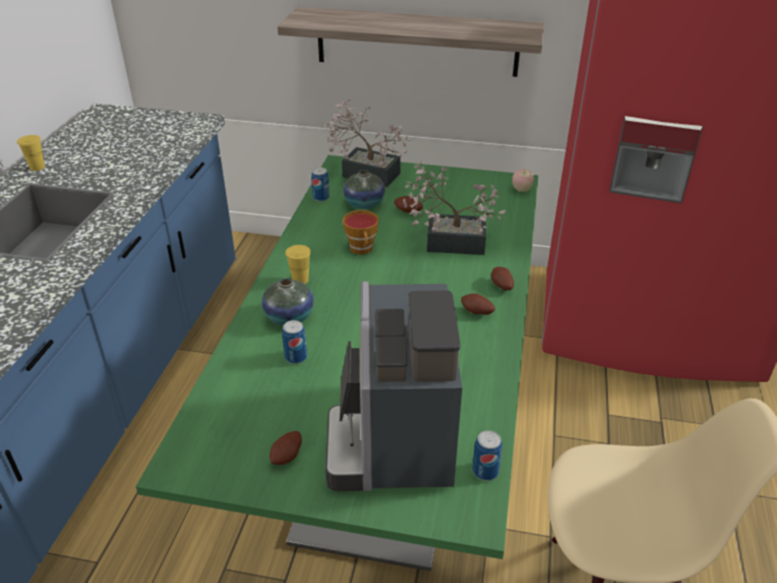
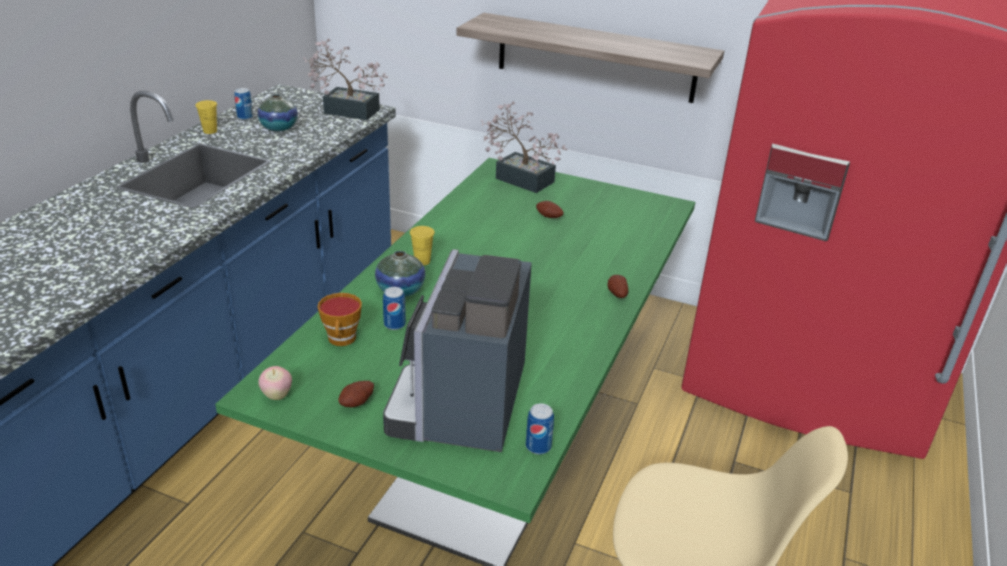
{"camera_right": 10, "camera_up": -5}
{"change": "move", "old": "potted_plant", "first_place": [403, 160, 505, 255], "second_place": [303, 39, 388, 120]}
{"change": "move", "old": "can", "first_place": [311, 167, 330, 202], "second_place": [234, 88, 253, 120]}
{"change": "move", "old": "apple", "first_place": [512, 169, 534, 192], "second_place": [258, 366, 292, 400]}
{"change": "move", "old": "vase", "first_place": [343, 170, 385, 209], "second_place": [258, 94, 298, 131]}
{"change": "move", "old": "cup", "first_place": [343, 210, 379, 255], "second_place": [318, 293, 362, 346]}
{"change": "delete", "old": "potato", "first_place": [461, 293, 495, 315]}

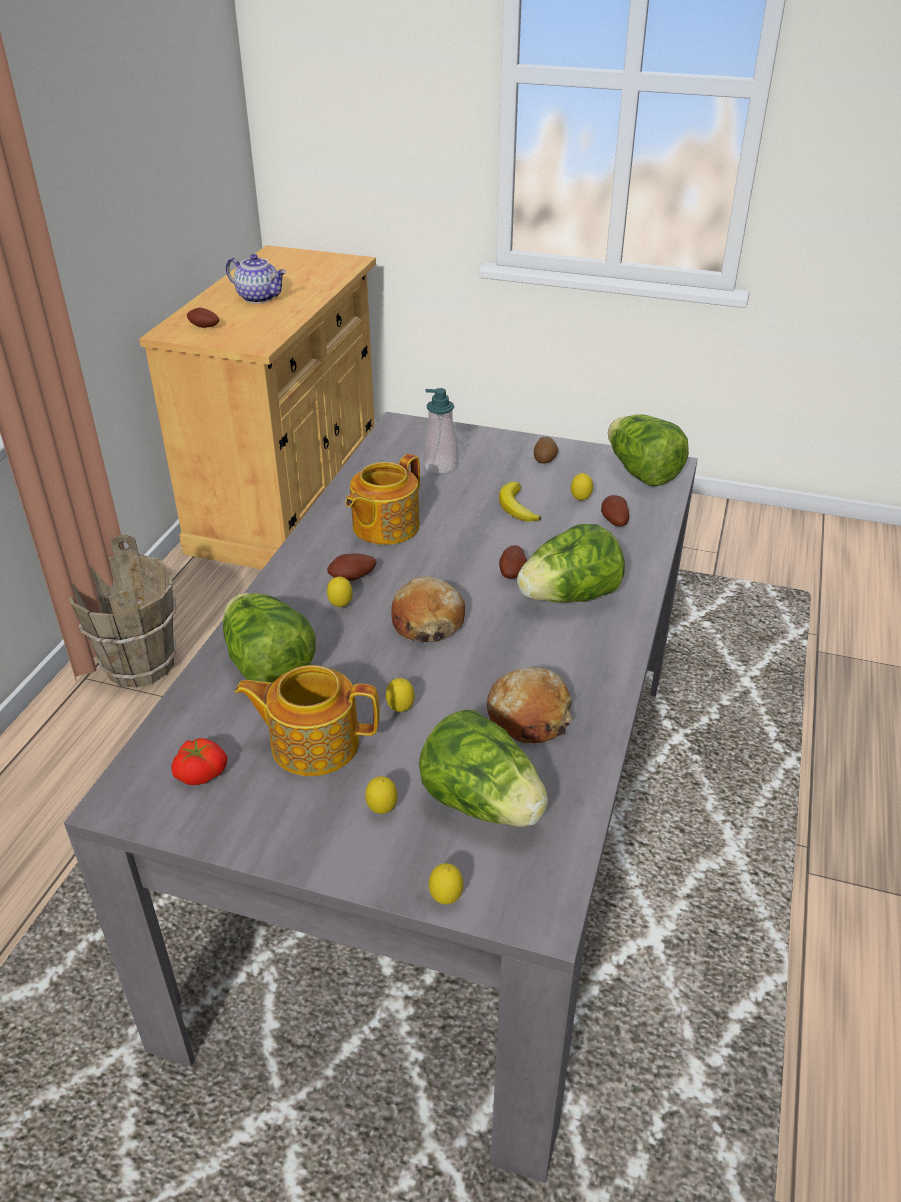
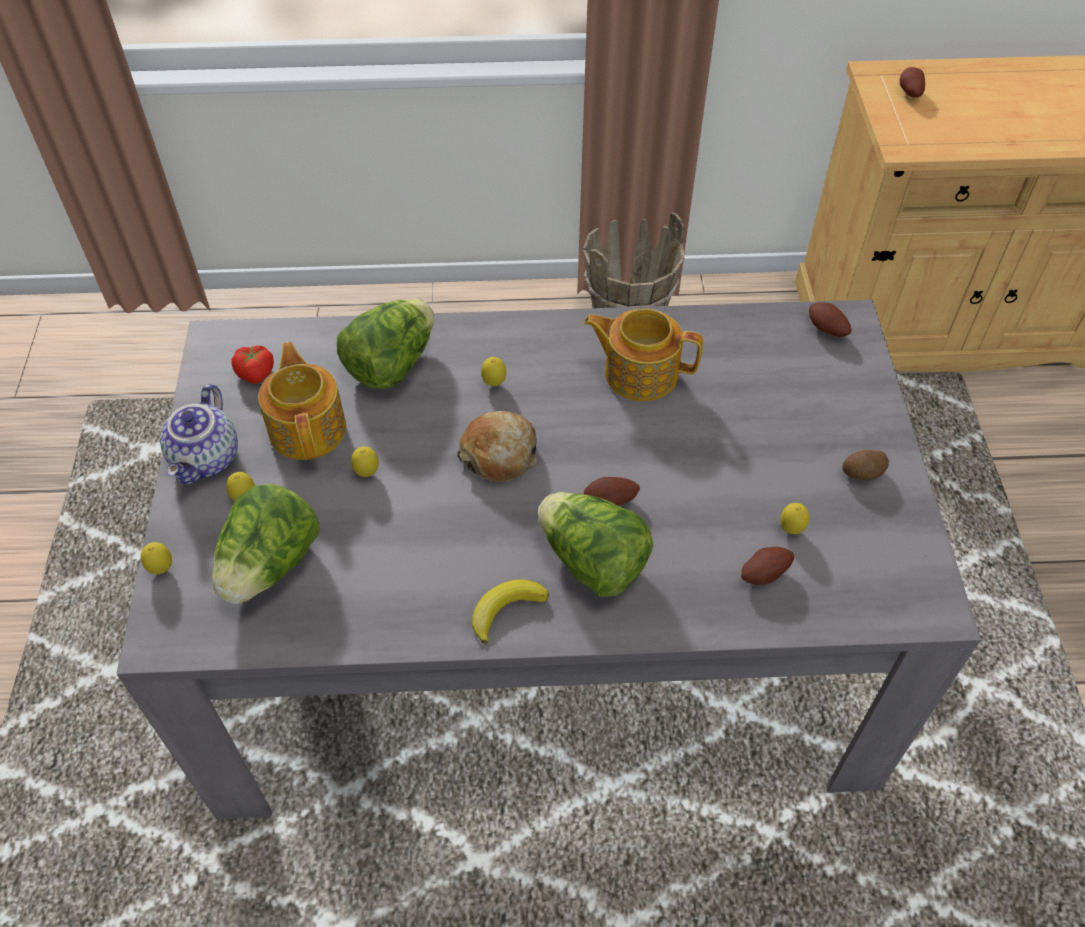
{"camera_right": 70, "camera_up": 15}
{"change": "move", "old": "teapot", "first_place": [226, 254, 286, 303], "second_place": [160, 384, 238, 485]}
{"change": "delete", "old": "soap_dispenser", "first_place": [423, 388, 458, 474]}
{"change": "delete", "old": "lettuce", "first_place": [608, 414, 689, 487]}
{"change": "move", "old": "banana", "first_place": [499, 482, 541, 521], "second_place": [472, 579, 549, 645]}
{"change": "move", "old": "potato", "first_place": [327, 553, 376, 581], "second_place": [809, 302, 852, 337]}
{"change": "delete", "old": "bread", "first_place": [487, 667, 572, 744]}

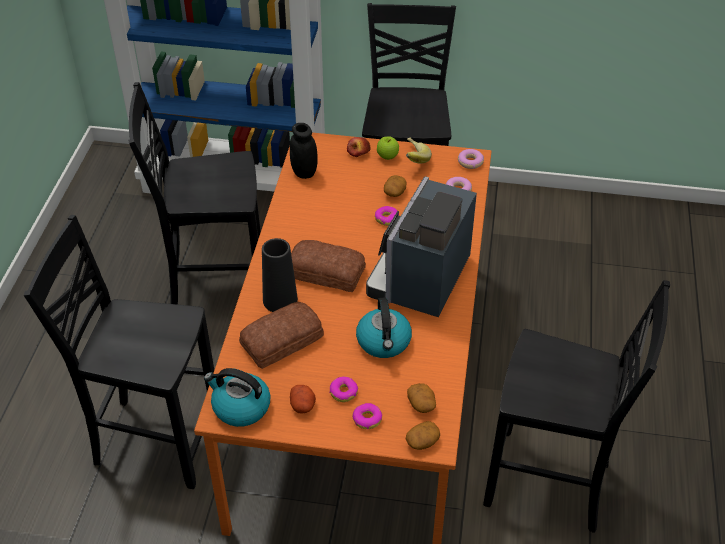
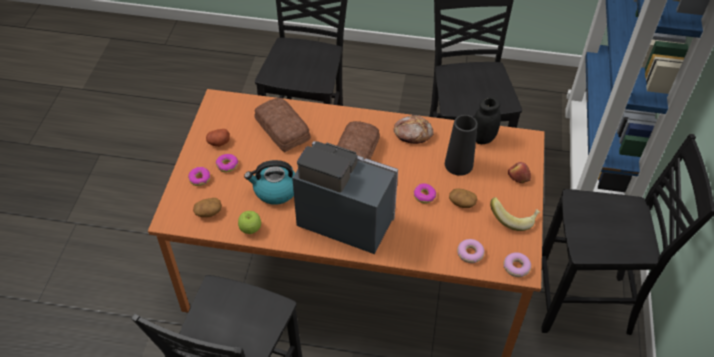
{"camera_right": 90, "camera_up": 5}
{"change": "move", "old": "apple", "first_place": [377, 136, 399, 160], "second_place": [238, 211, 261, 234]}
{"change": "move", "old": "black_vase", "first_place": [262, 238, 298, 312], "second_place": [445, 115, 478, 176]}
{"change": "delete", "old": "kettle", "first_place": [204, 368, 271, 427]}
{"change": "delete", "old": "potato", "first_place": [406, 421, 440, 450]}
{"change": "insert", "new": "bread", "second_place": [393, 115, 434, 144]}

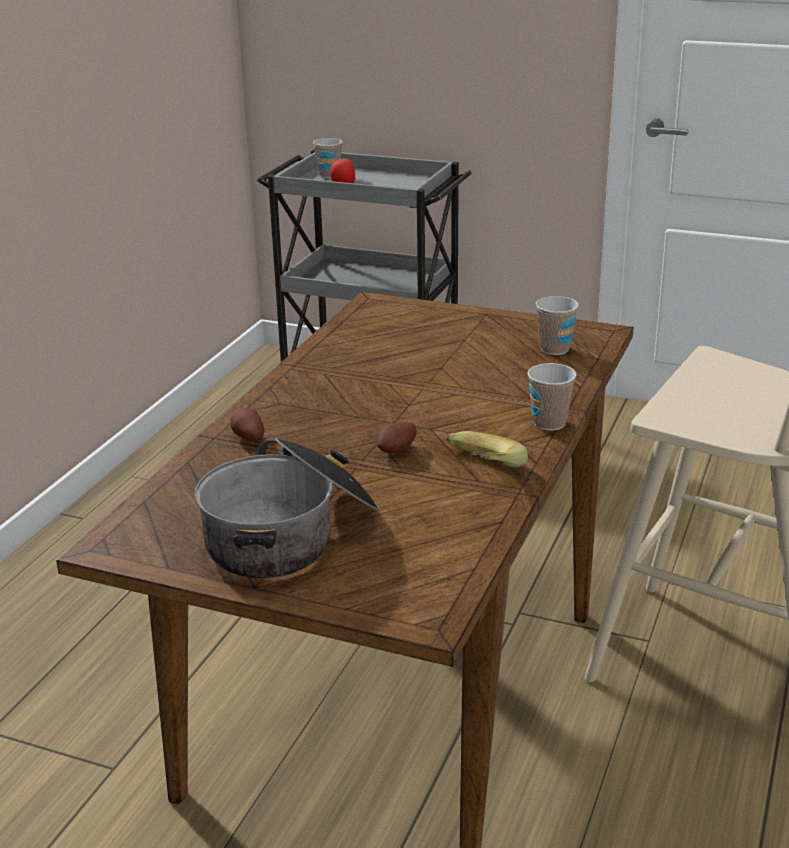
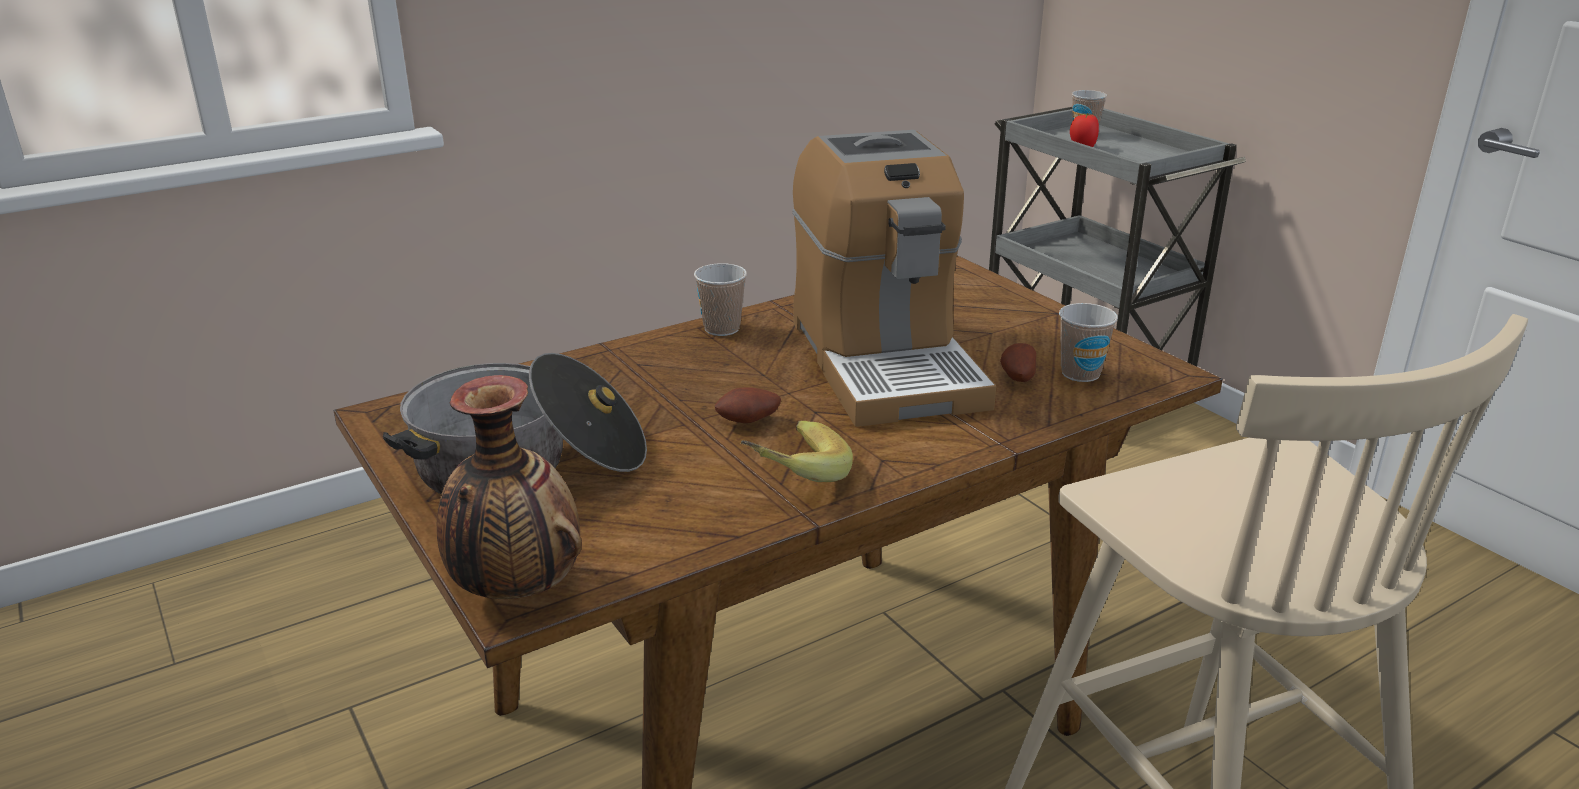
{"camera_right": 35, "camera_up": 0}
{"change": "move", "old": "cup", "first_place": [528, 363, 577, 431], "second_place": [694, 263, 747, 336]}
{"change": "move", "old": "potato", "first_place": [230, 408, 264, 441], "second_place": [1000, 343, 1036, 382]}
{"change": "insert", "new": "coffee_machine", "second_place": [792, 130, 996, 427]}
{"change": "insert", "new": "vase", "second_place": [437, 375, 582, 599]}

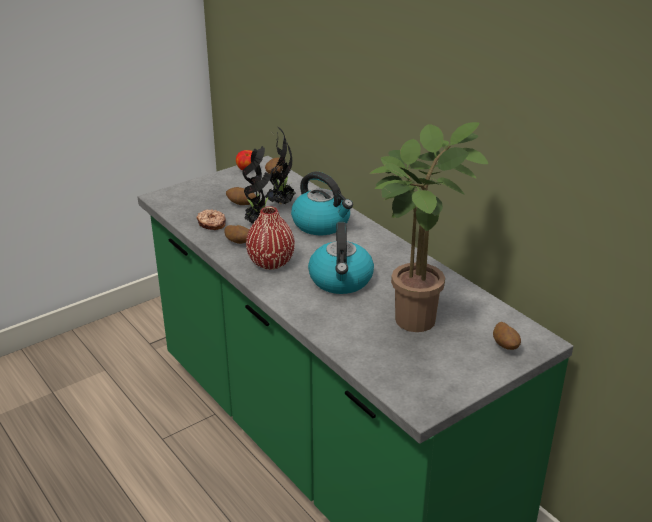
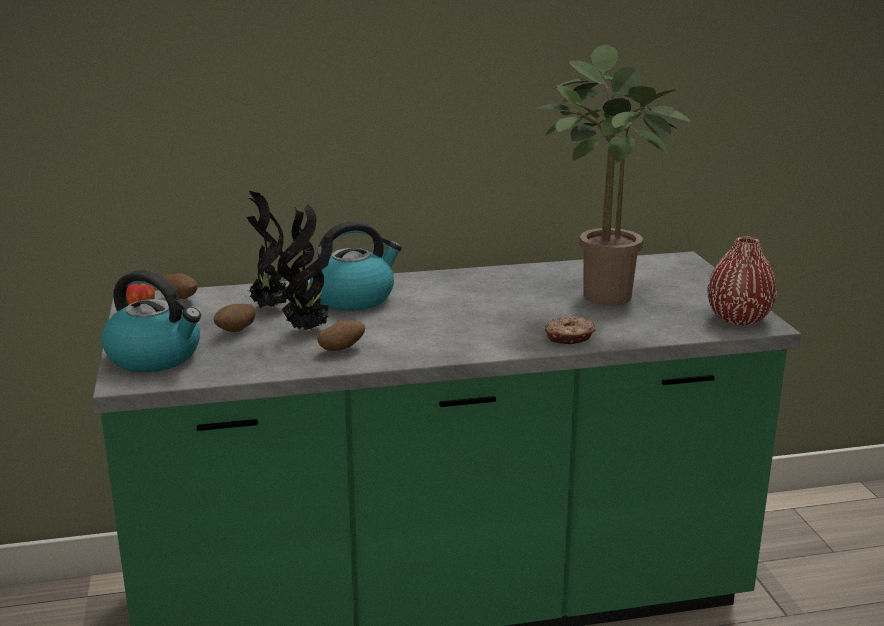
{"camera_right": -65, "camera_up": -10}
{"change": "move", "old": "red_vase", "first_place": [246, 206, 295, 270], "second_place": [707, 236, 777, 325]}
{"change": "move", "old": "donut", "first_place": [197, 209, 226, 230], "second_place": [545, 316, 596, 344]}
{"change": "move", "old": "kettle", "first_place": [308, 222, 374, 294], "second_place": [101, 270, 201, 372]}
{"change": "delete", "old": "potato", "first_place": [493, 322, 521, 350]}

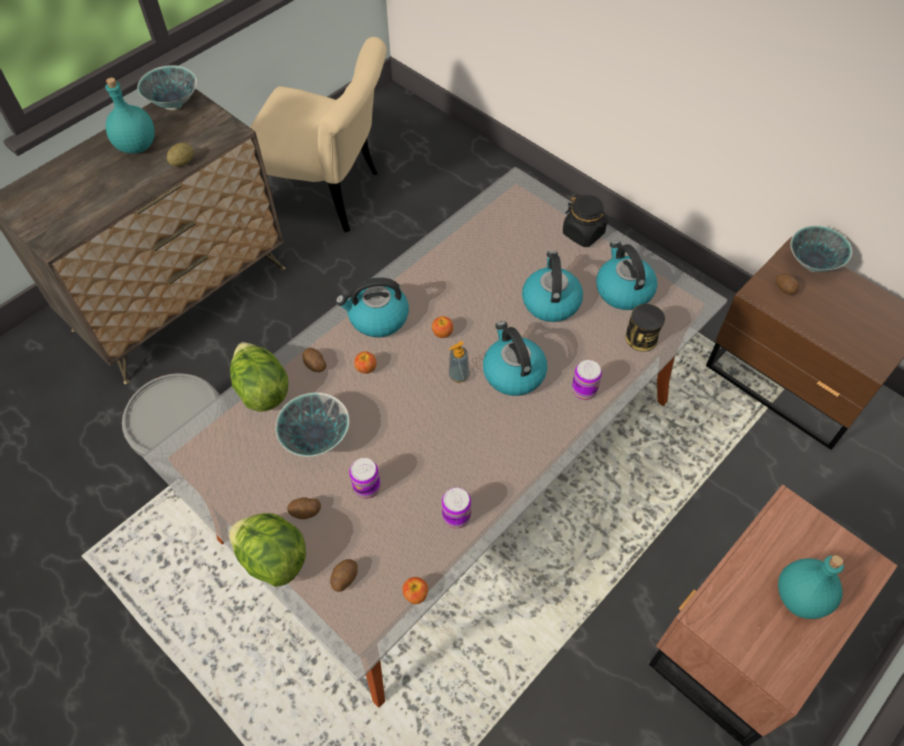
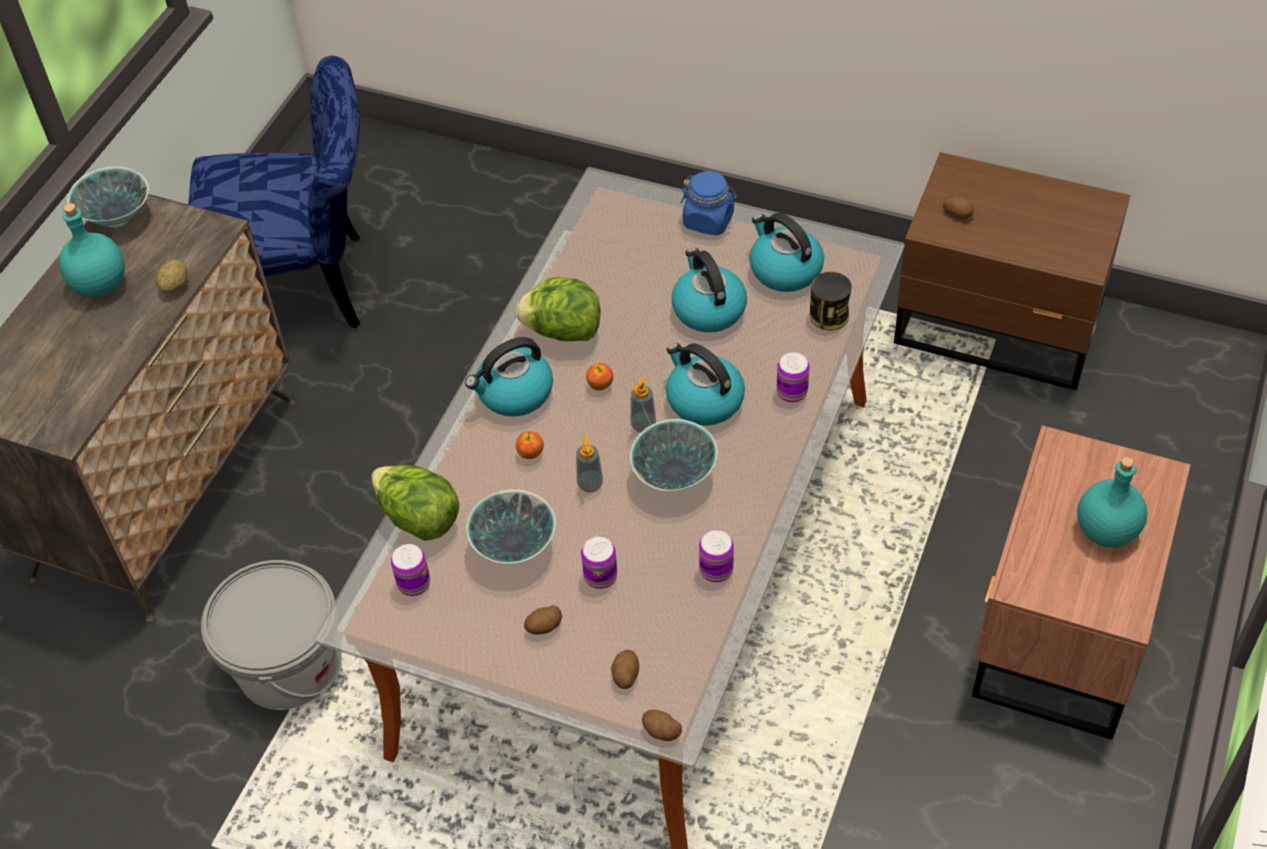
{"camera_right": -20, "camera_up": -5}
{"change": "recolor", "old": "beige_chair", "new": "blue_chair", "first_place": [250, 37, 387, 233], "second_place": [188, 56, 360, 329]}
{"change": "recolor", "old": "black_jar", "new": "blue_jar", "first_place": [563, 194, 608, 247], "second_place": [680, 171, 738, 236]}
{"change": "move", "old": "bowl", "first_place": [790, 225, 852, 272], "second_place": [630, 419, 718, 491]}
{"change": "move", "old": "potato", "first_place": [302, 348, 327, 372], "second_place": [642, 710, 682, 741]}
{"change": "move", "old": "lettuce", "first_place": [229, 513, 306, 587], "second_place": [516, 277, 600, 341]}
{"change": "delete", "old": "apple", "first_place": [402, 577, 428, 604]}
{"change": "insert", "new": "soap_dispenser", "second_place": [576, 436, 603, 492]}
{"change": "insert", "new": "can", "second_place": [391, 544, 430, 596]}

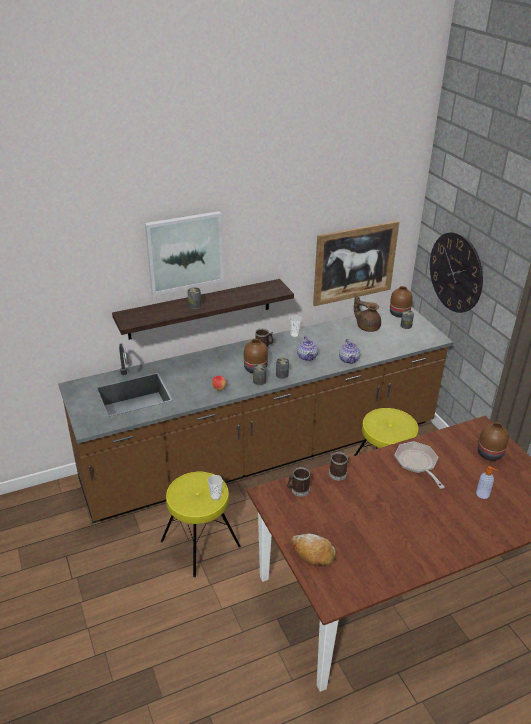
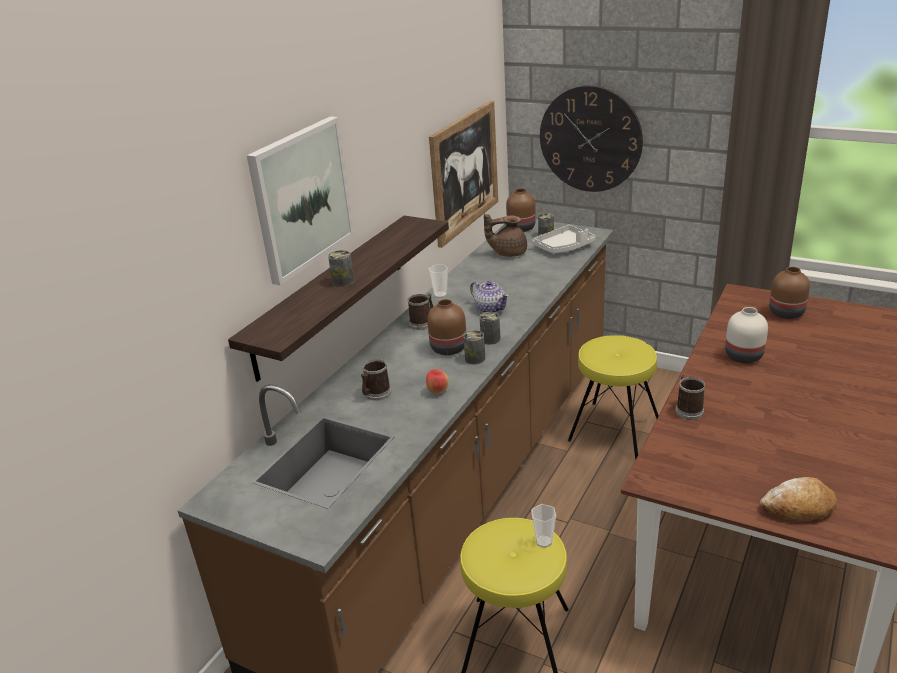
{"camera_right": -35, "camera_up": -5}
{"change": "delete", "old": "teapot", "first_place": [339, 339, 360, 364]}
{"change": "replace", "old": "frying_pan", "new": "white_vase", "first_place": [395, 441, 445, 489], "second_place": [725, 307, 768, 363]}
{"change": "delete", "old": "soap_dispenser", "first_place": [476, 466, 498, 499]}
{"change": "move", "old": "mug", "first_place": [287, 467, 310, 497], "second_place": [361, 359, 392, 401]}
{"change": "insert", "new": "grey_tray", "second_place": [532, 225, 595, 253]}

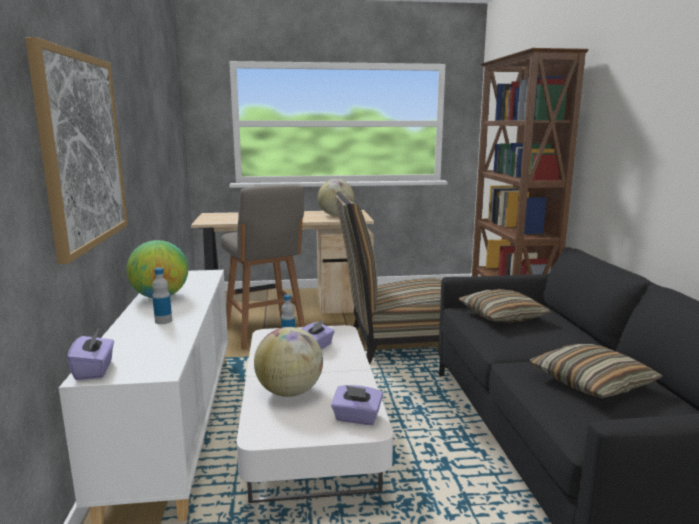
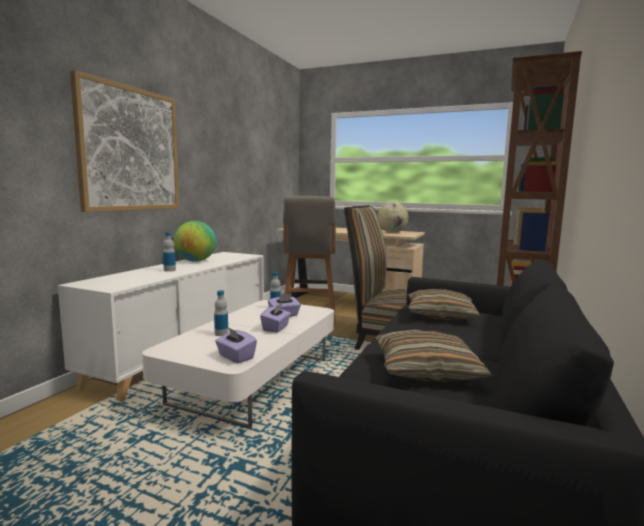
{"camera_right": 30, "camera_up": -5}
{"change": "replace", "old": "globe", "new": "bottle", "first_place": [254, 327, 323, 397], "second_place": [214, 290, 228, 336]}
{"change": "move", "old": "purple_tissue_box", "first_place": [67, 329, 114, 380], "second_place": [260, 303, 291, 332]}

